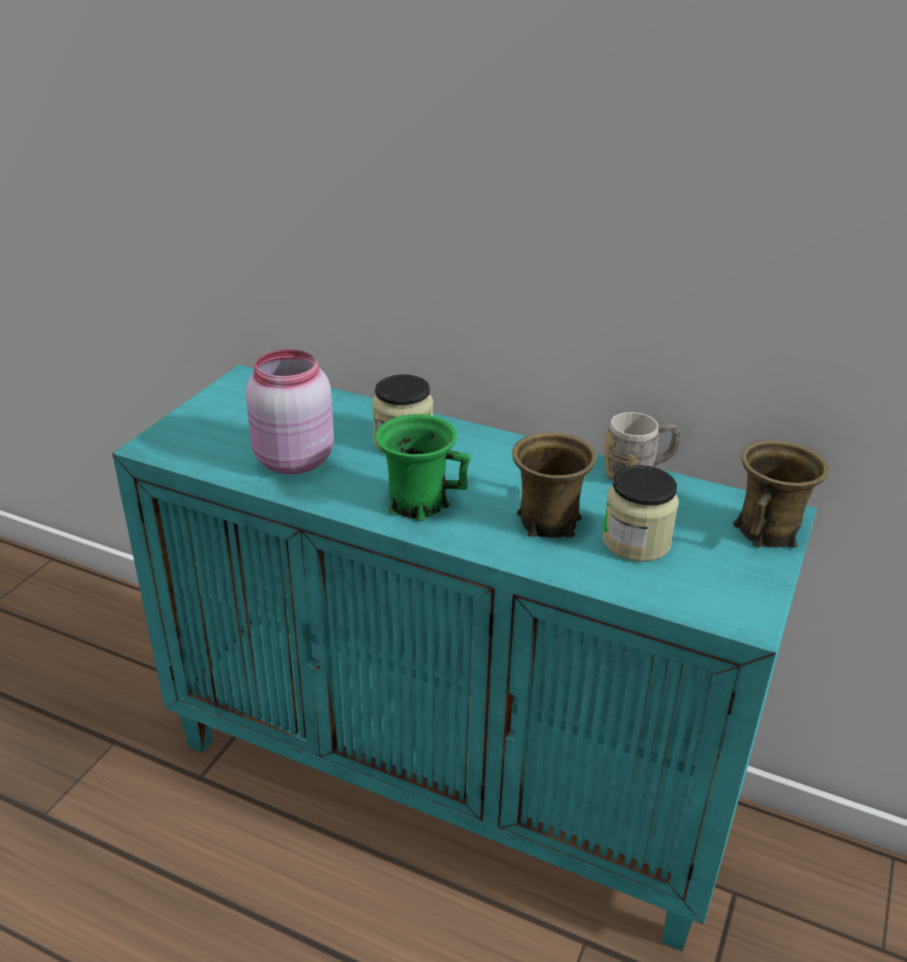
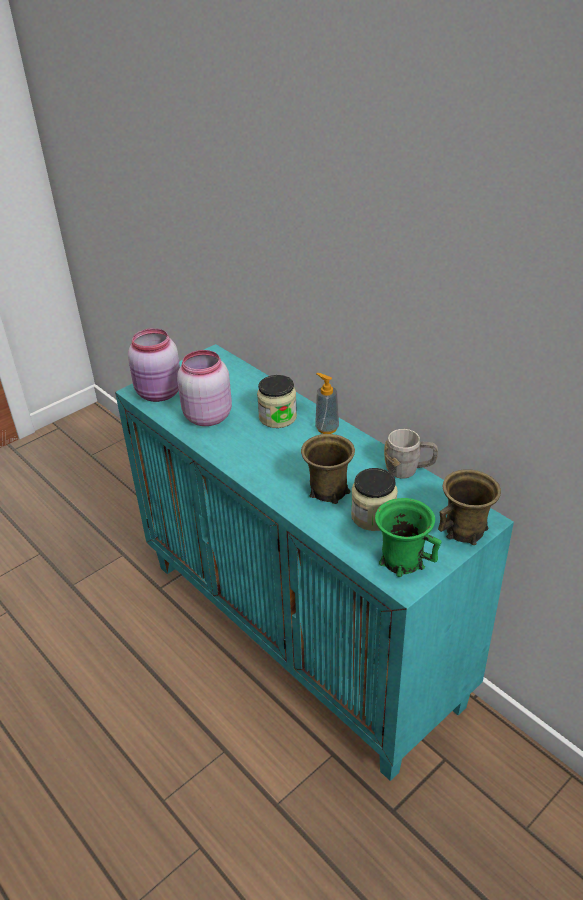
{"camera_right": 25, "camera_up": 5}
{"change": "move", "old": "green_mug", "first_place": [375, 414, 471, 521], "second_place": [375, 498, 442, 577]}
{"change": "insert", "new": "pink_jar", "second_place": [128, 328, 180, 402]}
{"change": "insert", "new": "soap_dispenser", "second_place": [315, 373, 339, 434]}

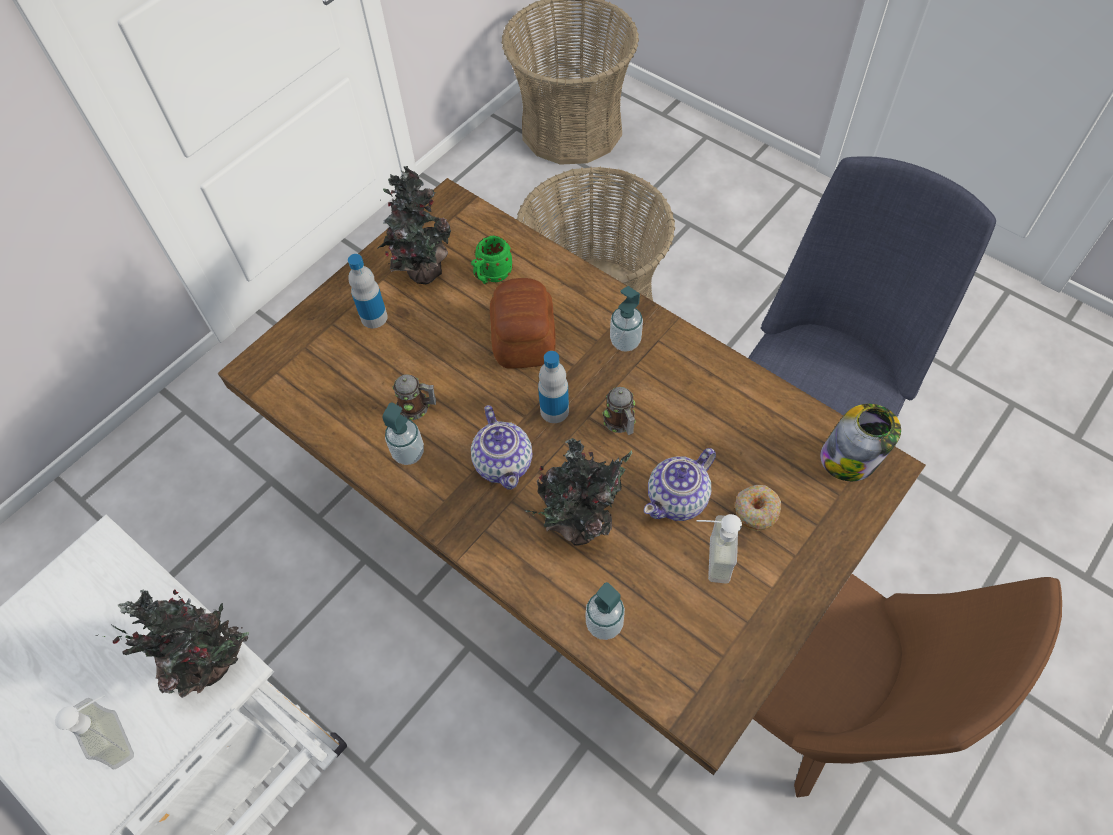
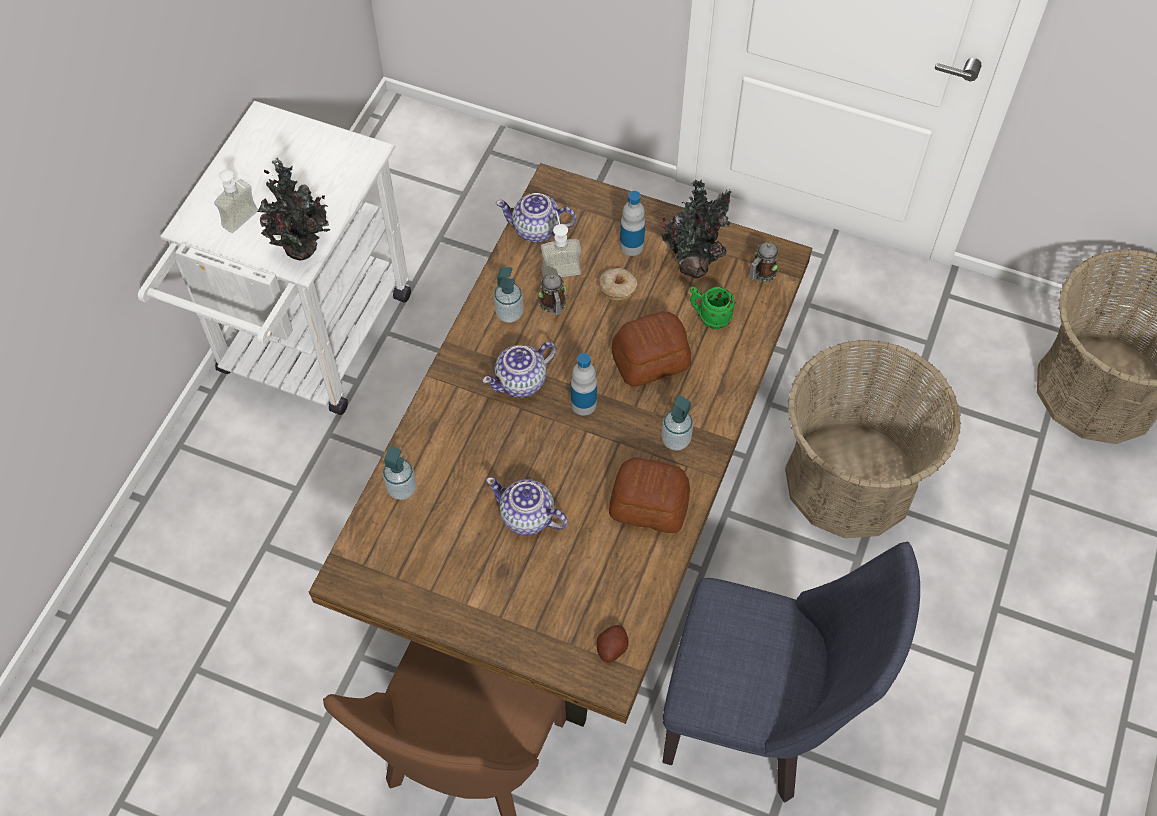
{"camera_right": 70, "camera_up": 0}
{"change": "move", "old": "mug", "first_place": [602, 387, 636, 435], "second_place": [749, 242, 780, 282]}
{"change": "replace", "old": "jar", "new": "potato", "first_place": [820, 404, 901, 481], "second_place": [597, 625, 629, 663]}
{"change": "delete", "old": "potted_plant", "first_place": [524, 438, 632, 545]}
{"change": "move", "old": "donut", "first_place": [735, 485, 781, 531], "second_place": [598, 268, 637, 301]}
{"change": "move", "old": "soap_dispenser", "first_place": [696, 514, 742, 583], "second_place": [541, 210, 581, 277]}
{"change": "insert", "new": "teapot", "second_place": [496, 193, 576, 242]}
{"change": "insert", "new": "bread", "second_place": [609, 457, 690, 533]}

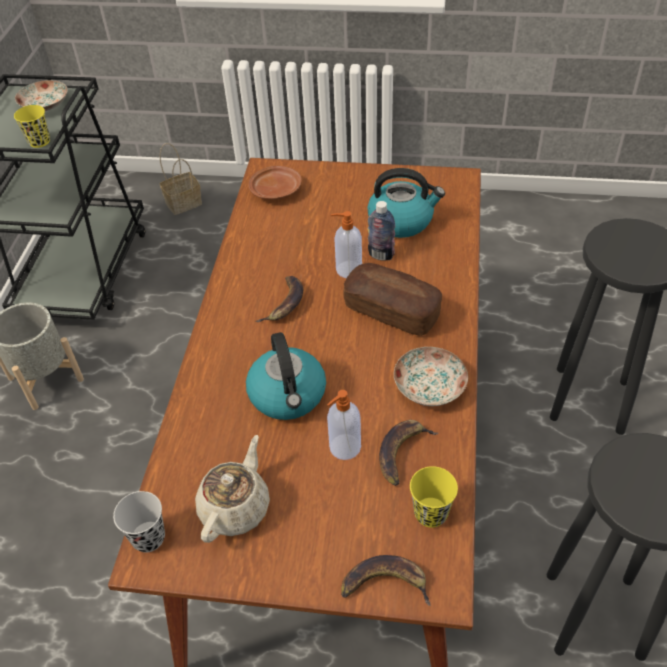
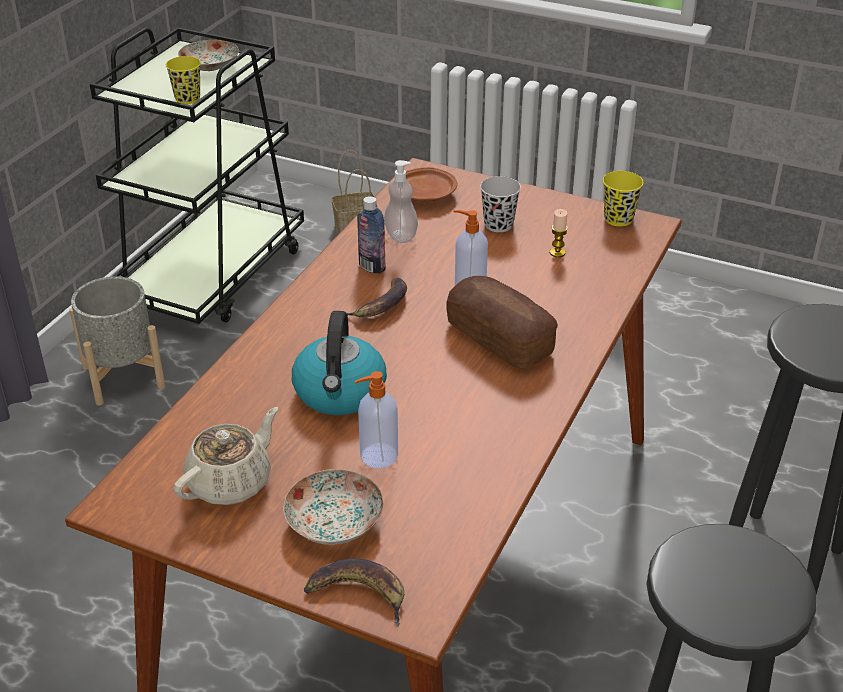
{"camera_right": 15, "camera_up": -10}
{"change": "replace", "old": "kettle", "new": "candle", "first_place": [368, 168, 445, 238], "second_place": [550, 209, 568, 257]}
{"change": "move", "old": "bottle", "first_place": [368, 201, 395, 261], "second_place": [357, 196, 386, 274]}
{"change": "move", "old": "plate", "first_place": [394, 347, 468, 406], "second_place": [284, 469, 383, 545]}
{"change": "delete", "old": "banana", "first_place": [379, 420, 438, 486]}
{"change": "move", "old": "yellow_cup", "first_place": [410, 466, 458, 528], "second_place": [603, 171, 643, 227]}
{"change": "move", "old": "black_cup", "first_place": [113, 491, 165, 552], "second_place": [480, 176, 521, 232]}
{"change": "insert", "new": "soap_dispenser", "second_place": [384, 160, 418, 243]}

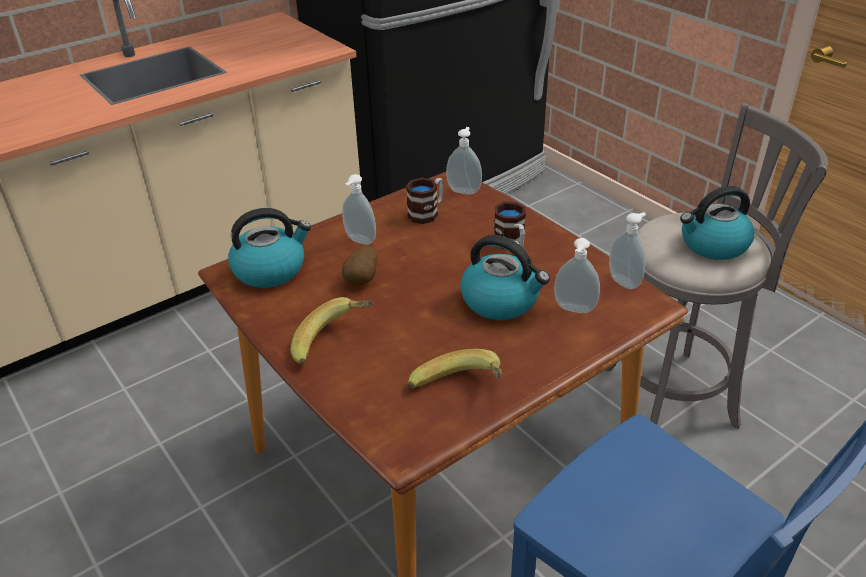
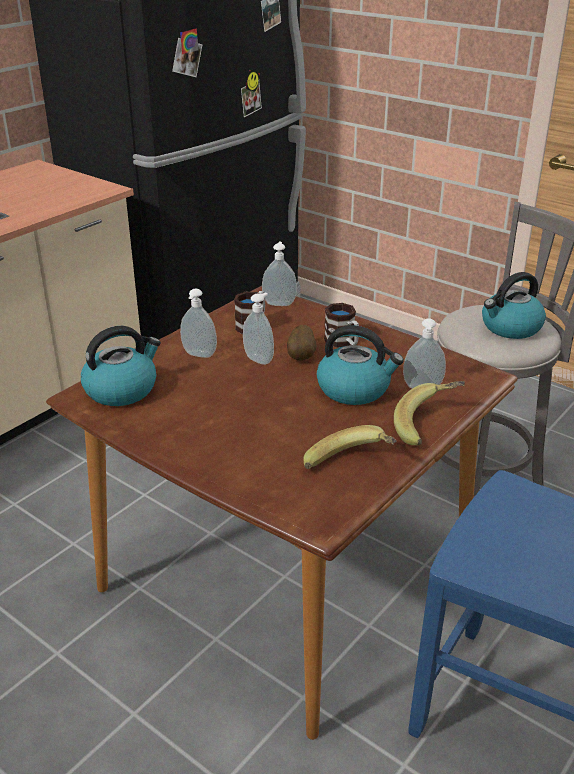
{"camera_right": -15, "camera_up": -5}
{"change": "move", "old": "soap_dispenser", "first_place": [609, 212, 646, 289], "second_place": [243, 292, 274, 365]}
{"change": "move", "old": "potato", "first_place": [342, 245, 377, 286], "second_place": [287, 325, 317, 361]}
{"change": "move", "old": "banana", "first_place": [291, 297, 374, 365], "second_place": [394, 381, 465, 446]}

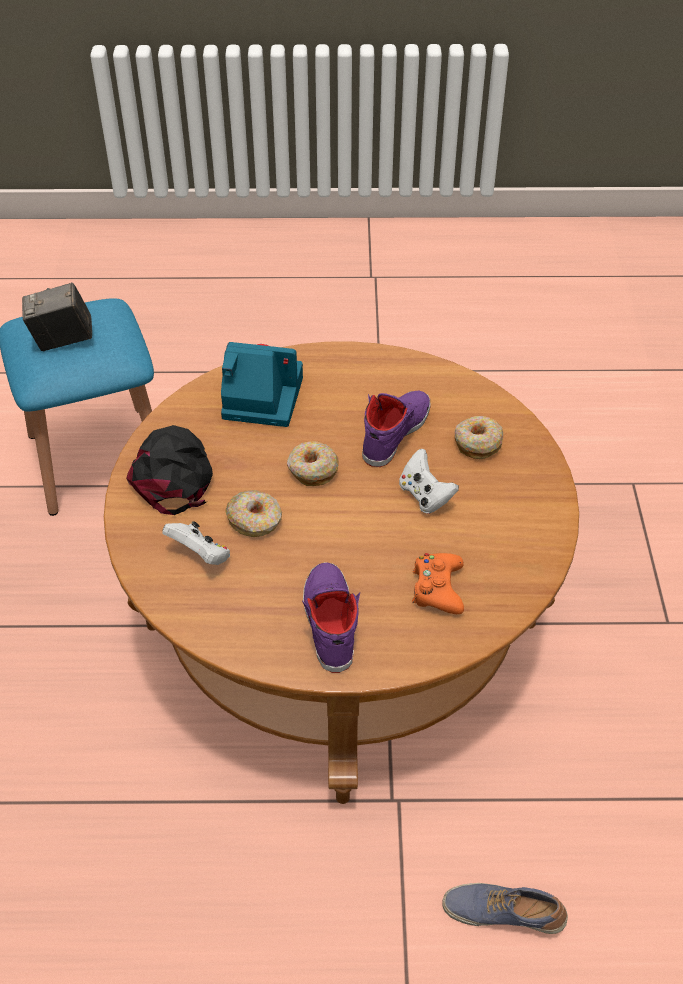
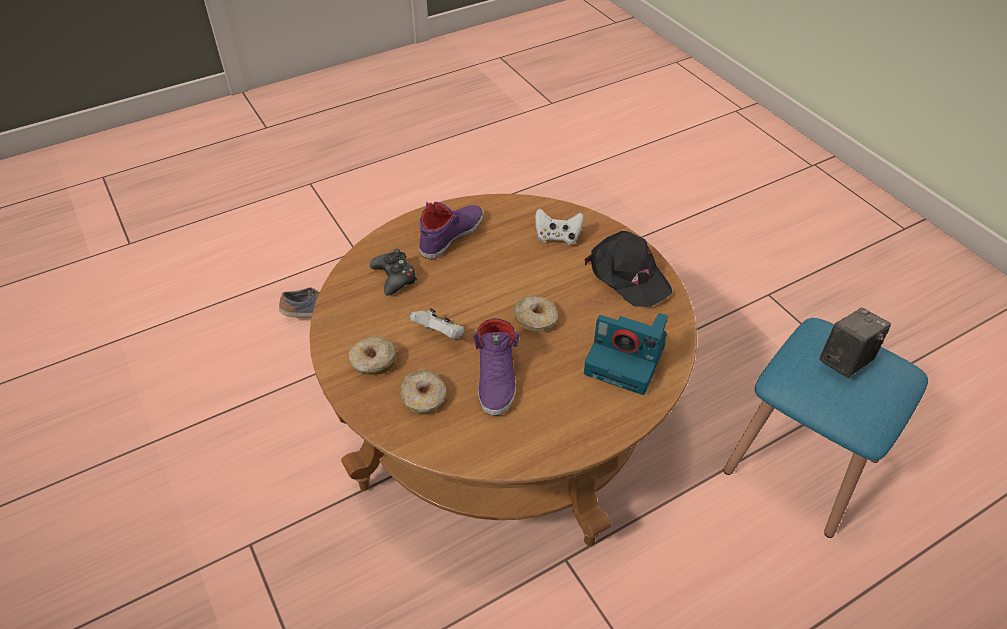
{"camera_right": 150, "camera_up": 0}
{"change": "rotate", "old": "photo_camera", "first_place": [221, 342, 303, 427], "second_place": [584, 313, 668, 395], "degrees": 45}
{"change": "move", "old": "donut", "first_place": [225, 490, 282, 537], "second_place": [349, 337, 397, 375]}
{"change": "recolor", "old": "orange_game_controller", "new": "black_game_controller", "first_place": [412, 553, 464, 614], "second_place": [370, 249, 417, 295]}
{"change": "rotate", "old": "purple_shoe", "first_place": [302, 562, 360, 673], "second_place": [419, 202, 483, 259], "degrees": -105}

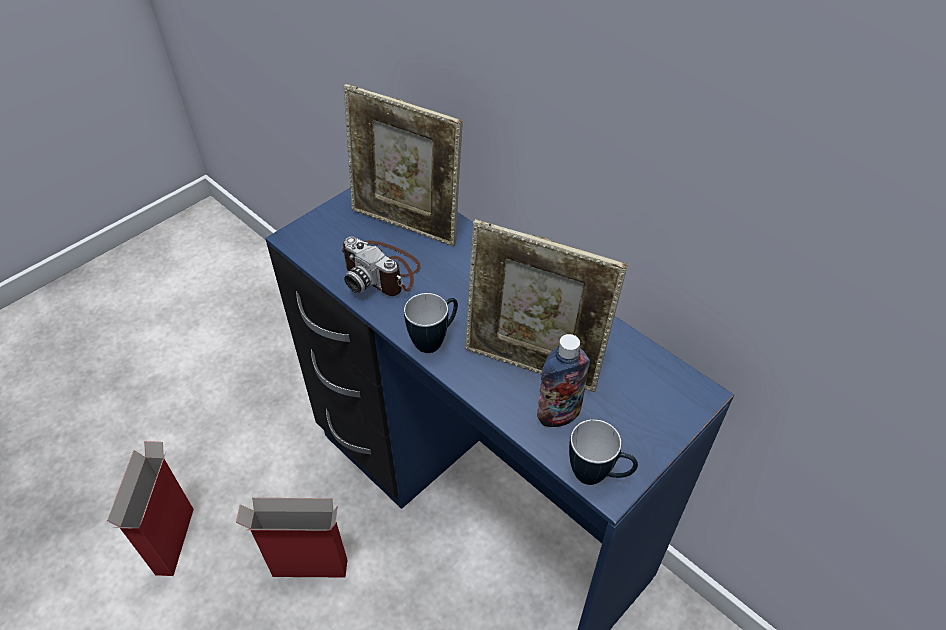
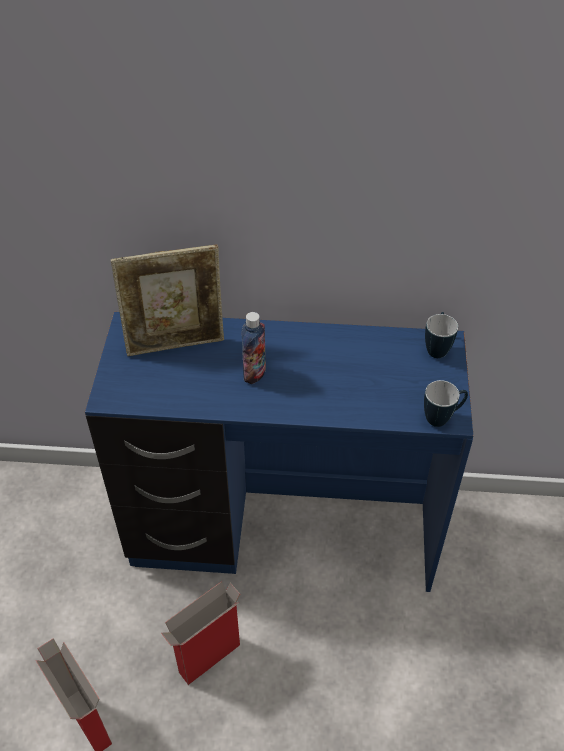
{"camera_right": -40, "camera_up": 0}
{"change": "delete", "old": "picture_frame", "first_place": [465, 219, 628, 392]}
{"change": "delete", "old": "photo_camera", "first_place": [341, 237, 421, 296]}
{"change": "move", "old": "mug", "first_place": [404, 293, 458, 353], "second_place": [425, 312, 458, 358]}
{"change": "move", "old": "bottle", "first_place": [537, 334, 590, 427], "second_place": [242, 312, 266, 384]}

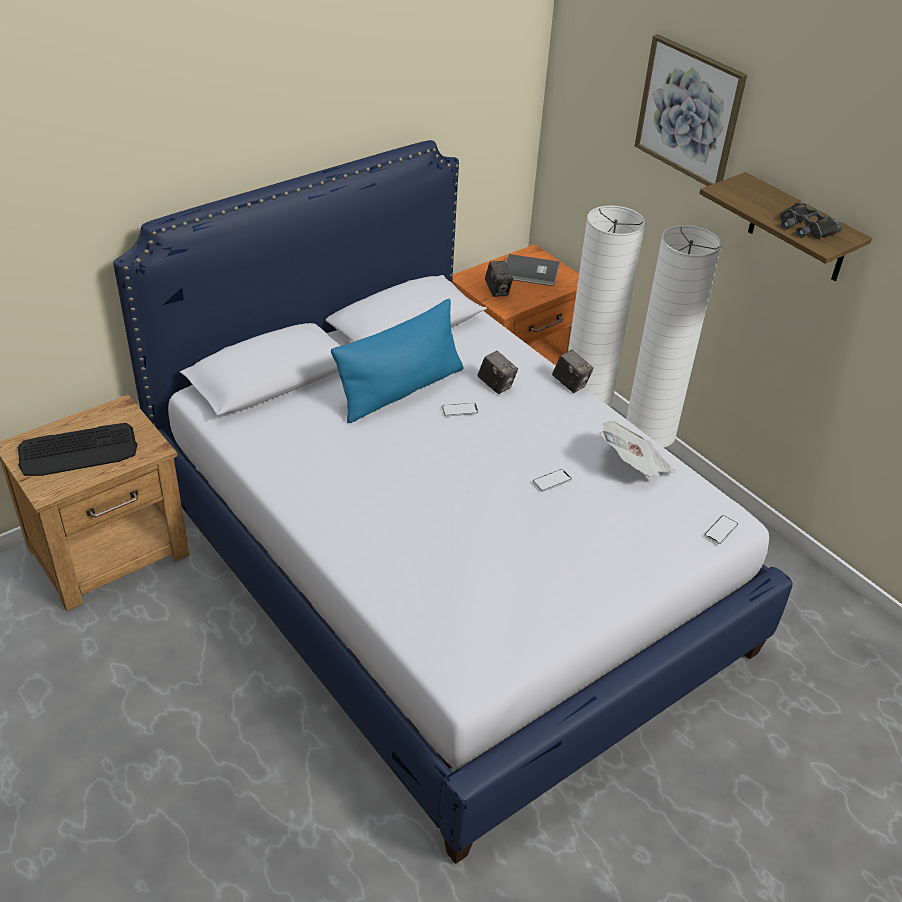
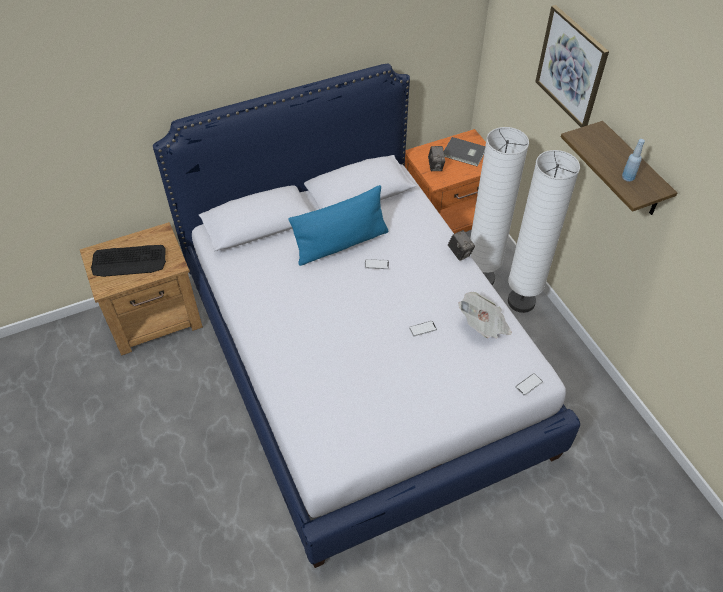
{"camera_right": 15, "camera_up": 10}
{"change": "replace", "old": "black_binoculars", "new": "blue_bottle", "first_place": [780, 201, 843, 239], "second_place": [622, 139, 645, 182]}
{"change": "delete", "old": "photo_camera", "first_place": [477, 351, 518, 394]}

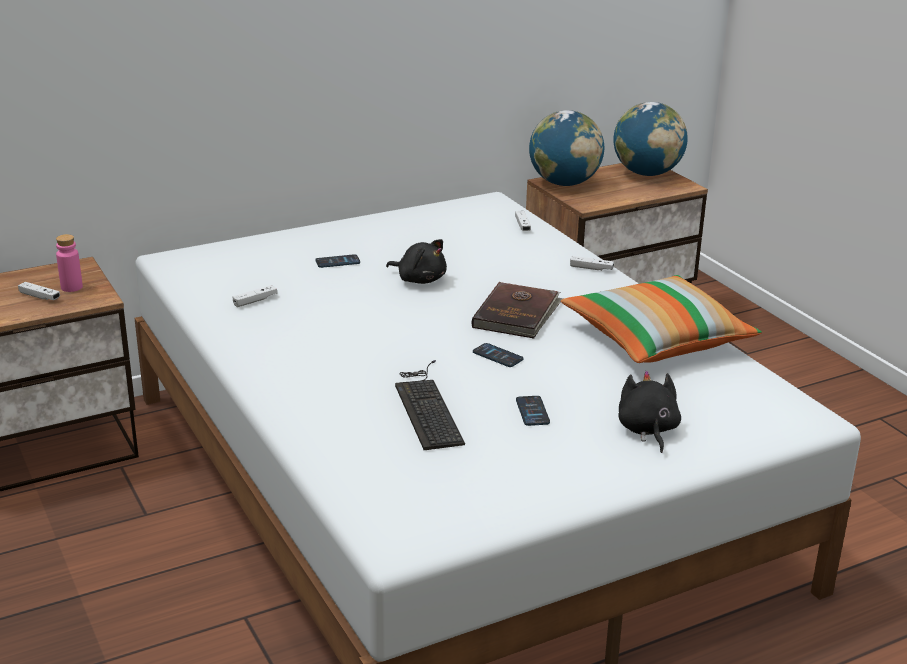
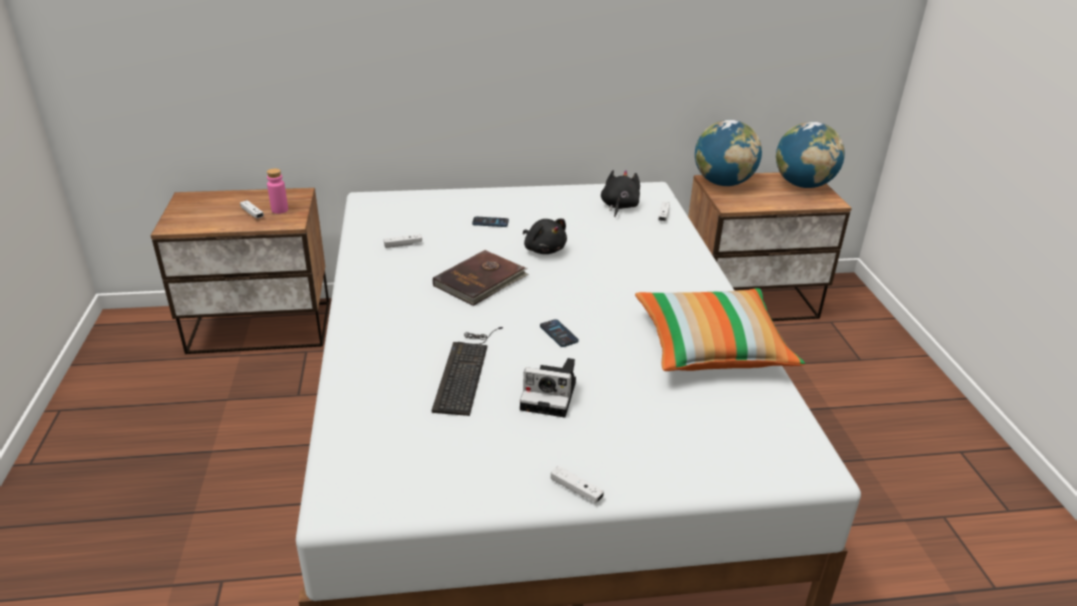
{"camera_right": 20, "camera_up": 5}
{"change": "move", "old": "white_game_controller", "first_place": [570, 256, 614, 271], "second_place": [551, 466, 604, 503]}
{"change": "move", "old": "brown_book", "first_place": [472, 282, 563, 338], "second_place": [433, 250, 529, 306]}
{"change": "move", "old": "black_plush_toy", "first_place": [618, 370, 681, 453], "second_place": [601, 170, 640, 217]}
{"change": "replace", "old": "phone", "new": "photo_camera", "first_place": [516, 396, 550, 426], "second_place": [520, 358, 576, 418]}

